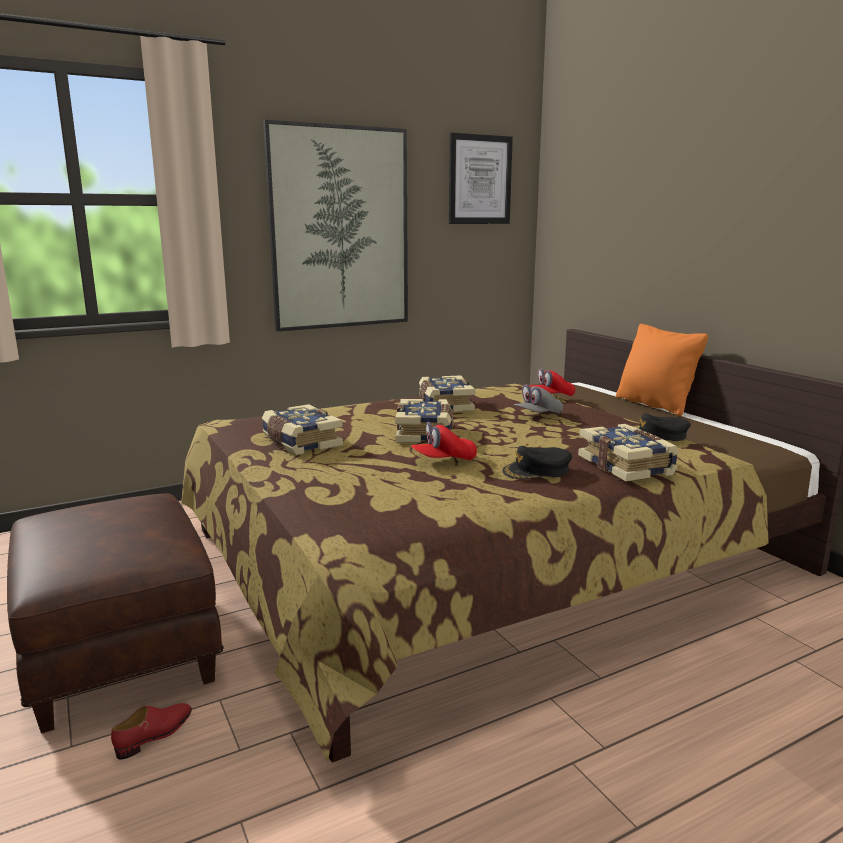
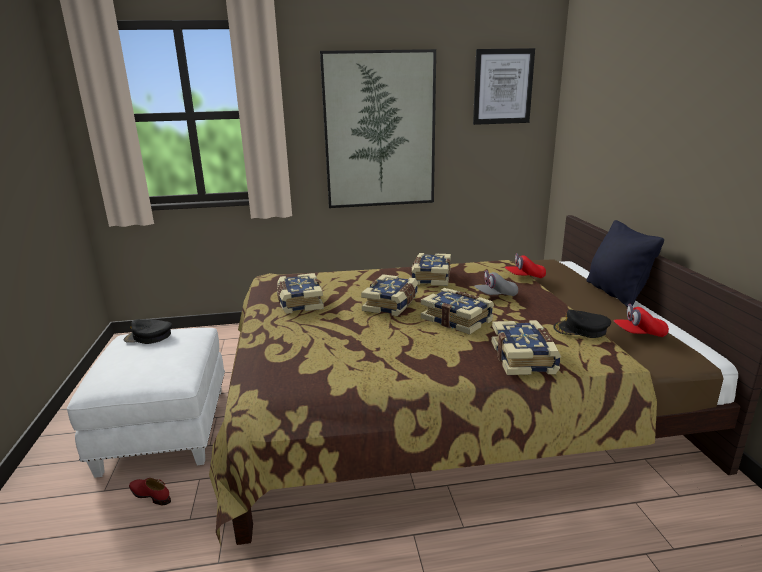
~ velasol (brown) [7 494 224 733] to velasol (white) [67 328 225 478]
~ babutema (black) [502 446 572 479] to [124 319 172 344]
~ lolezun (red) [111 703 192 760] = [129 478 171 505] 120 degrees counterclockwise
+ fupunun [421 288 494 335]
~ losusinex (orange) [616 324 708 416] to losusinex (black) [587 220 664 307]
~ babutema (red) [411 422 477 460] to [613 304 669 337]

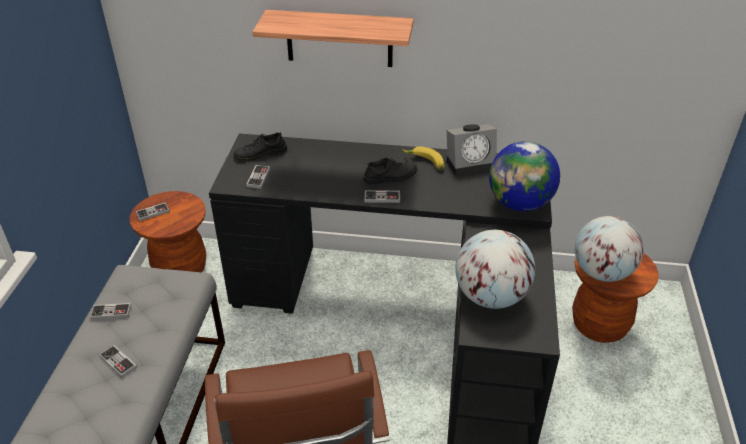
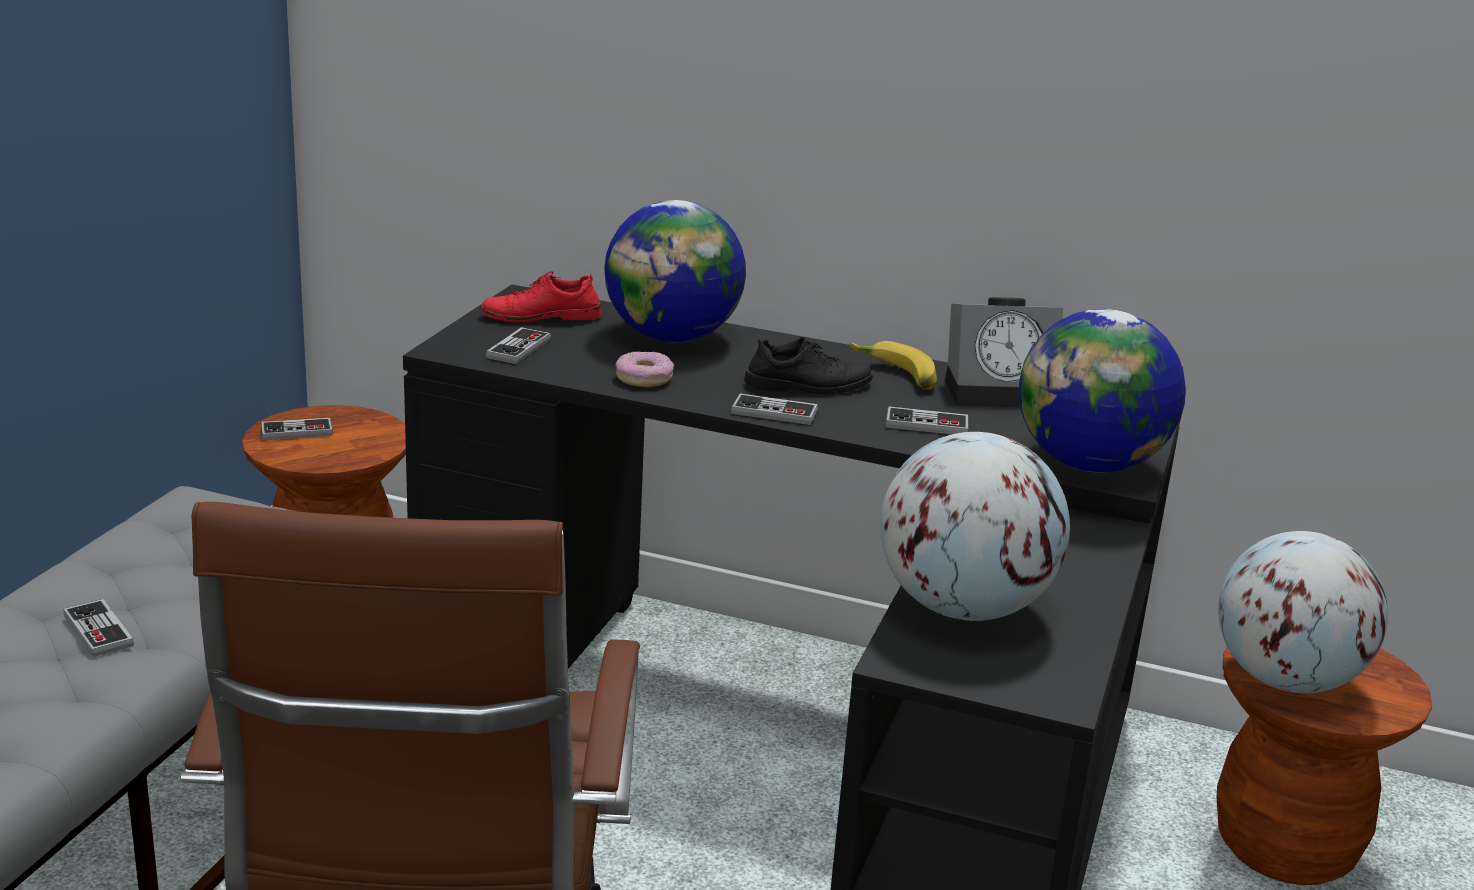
~ lolezun (black) [233 132 287 161] to lolezun (red) [480 271 602 323]
+ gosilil [604 200 746 342]
+ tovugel [615 351 674 387]
~ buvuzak [90 303 132 319] to [886 406 969 434]
- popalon [252 10 414 67]

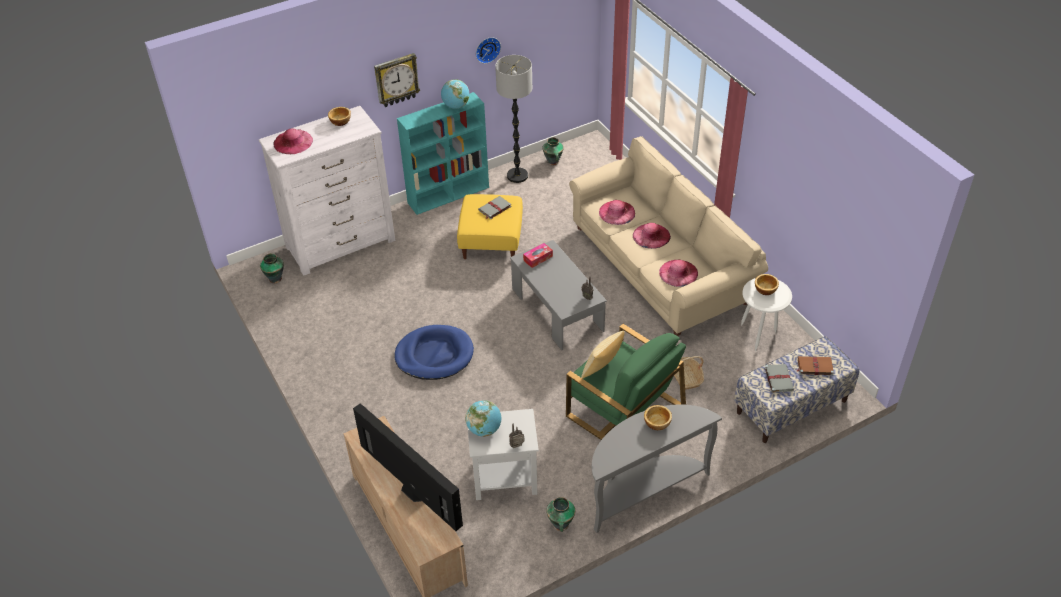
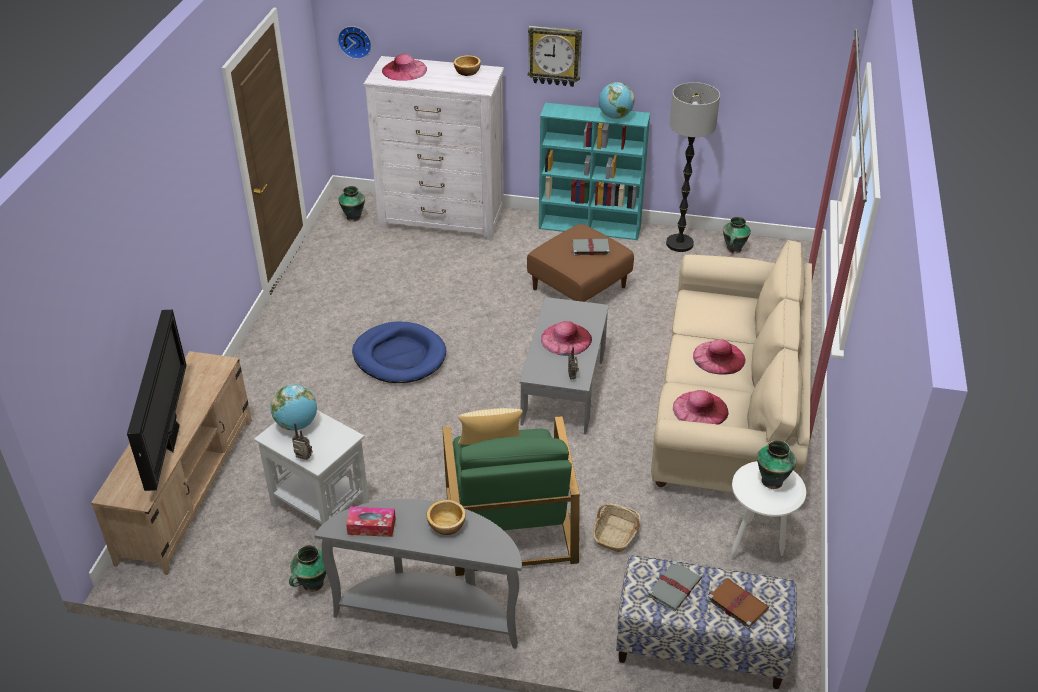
~ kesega [476 37 501 64] to [338 26 371 59]
~ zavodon [523 243 553 268] to [346 507 396 537]
~ velasol (yellow) [457 194 523 259] to velasol (brown) [527 224 634 302]
~ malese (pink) [599 200 635 225] to [541 321 592 356]
~ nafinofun [755 274 779 295] to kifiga [757 440 797 489]

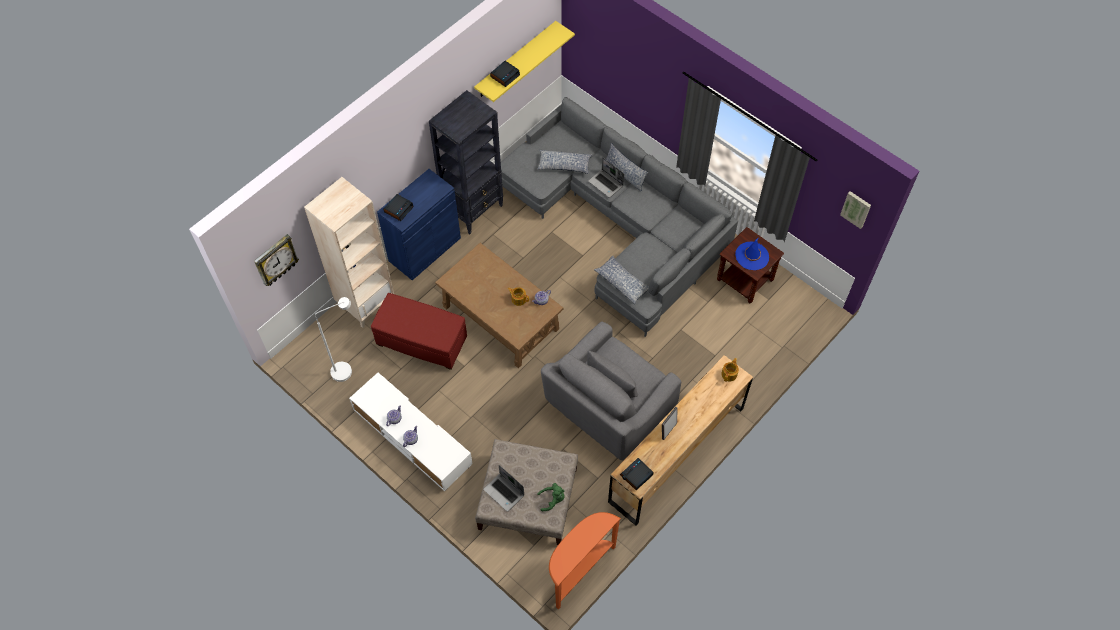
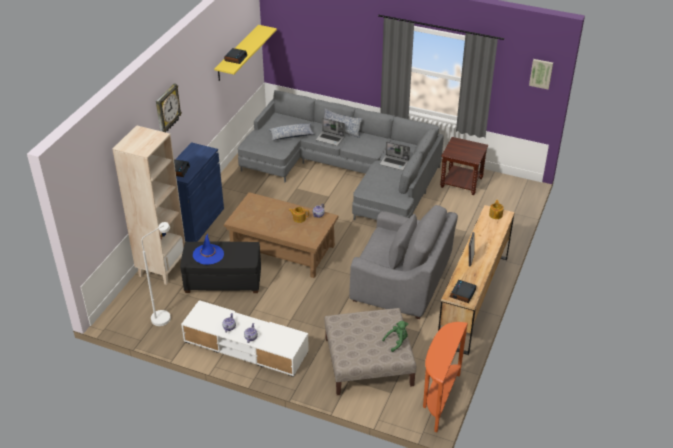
~ kesega [254 234 299 286] to [156 83 182 132]
~ velasol (red) [371 293 467 370] to velasol (black) [180 241 261 293]
~ malese (blue) [735 238 769 270] to [193 234 224 265]
~ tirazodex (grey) [541 322 681 461] = [349 205 458 319] 90 degrees counterclockwise
~ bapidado [483 465 524 512] to [380 141 410 170]
- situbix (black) [429 90 503 234]
- losusinex [594 255 649 304]

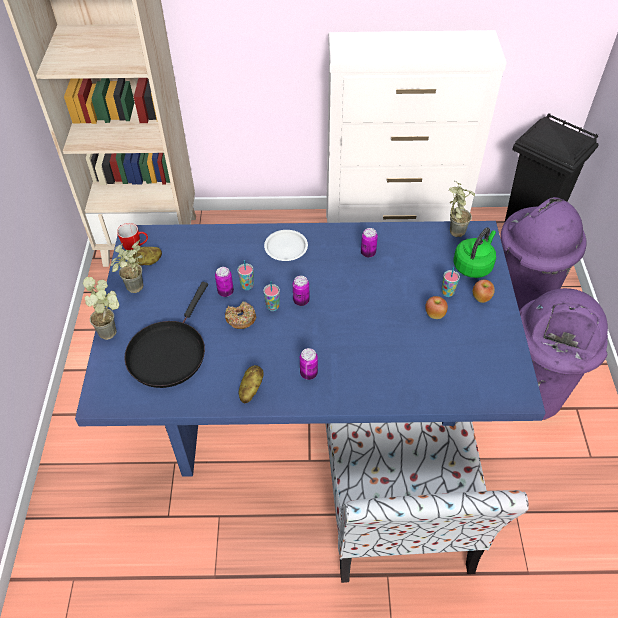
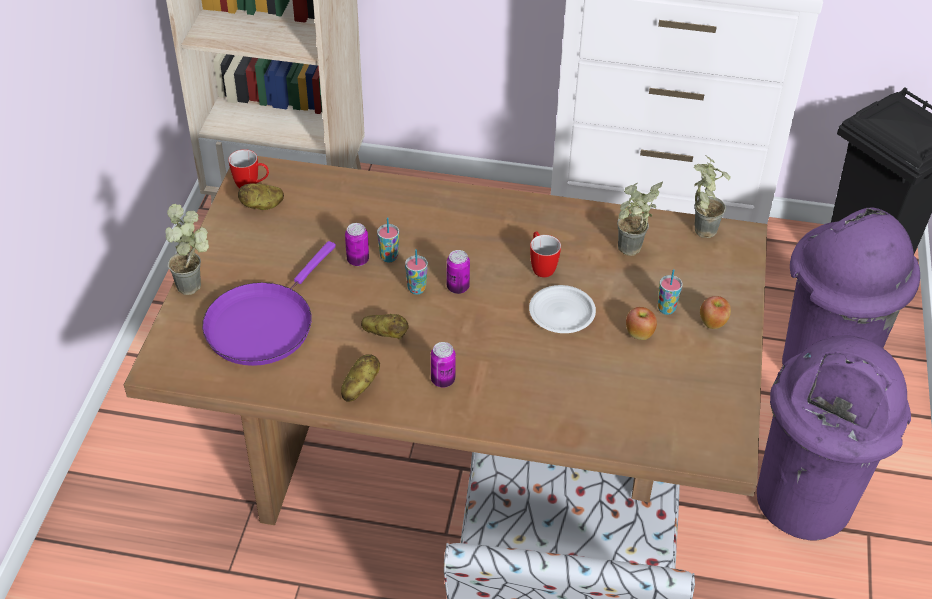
~ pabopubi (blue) [75 221 546 477] to pabopubi (brown) [124 156 767 525]
~ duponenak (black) [124 282 208 388] to duponenak (purple) [202 241 336 366]
+ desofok [361 314 409 339]
~ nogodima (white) [264 230 308 261] to [529 285 596 333]
+ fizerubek [530 231 561 278]
~ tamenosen [111 240 143 293] to [617 181 663 256]
- tovugel [225 302 256 329]
- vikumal [361 228 378 257]
- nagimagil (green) [454 227 496 278]

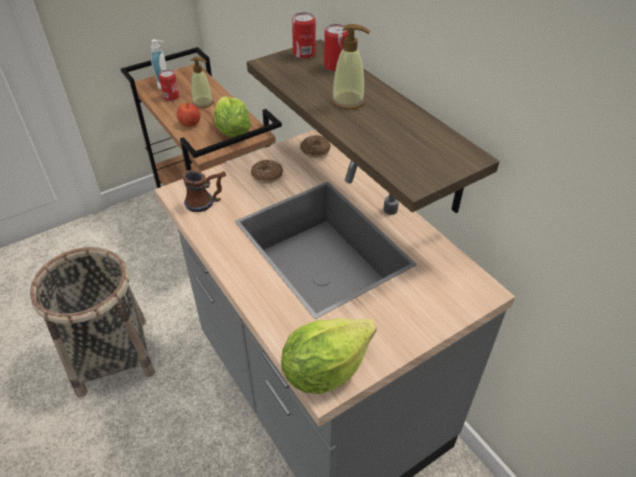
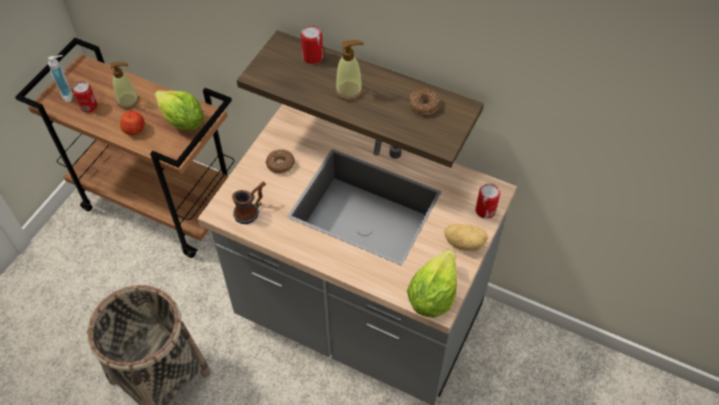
~ tovugel [300 135 331 158] to [408 88 440 115]
+ desofok [444 224 488 251]
~ vikumal [292 12 316 59] to [476 183 500 219]

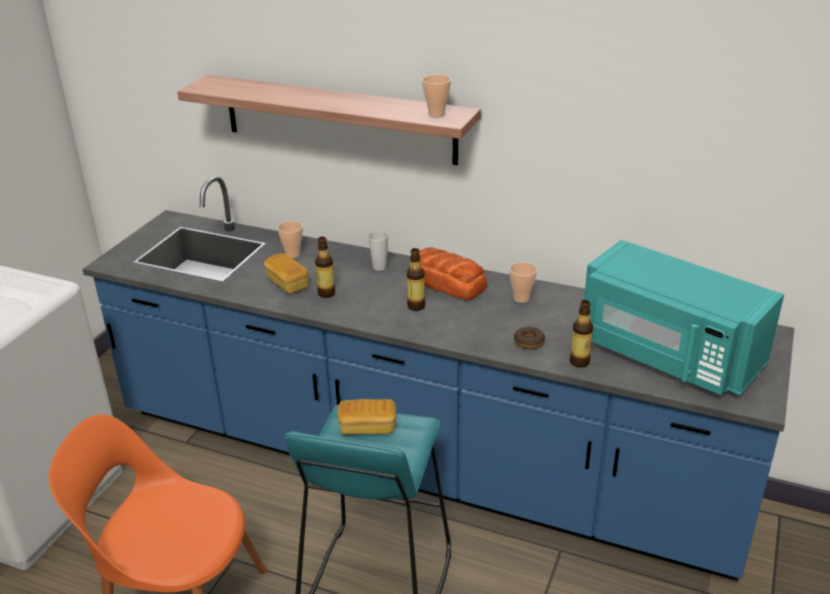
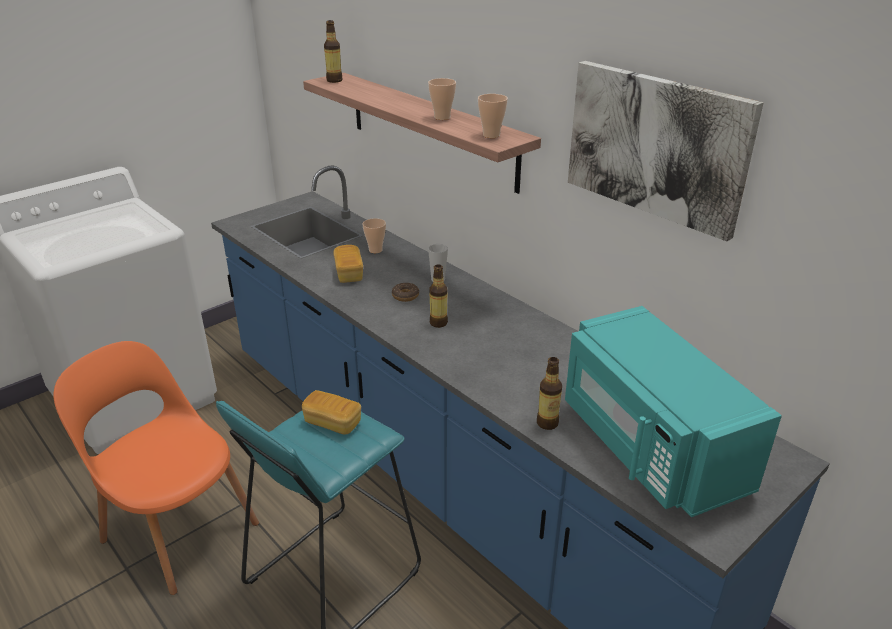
~ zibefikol [315 237 335 298] to [324 20 343 83]
~ tovugel [514 327 545 349] to [392 283 419 302]
~ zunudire [509 262 537 303] to [428 78 456 120]
+ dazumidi [568 61 764 241]
- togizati [419 247 487 300]

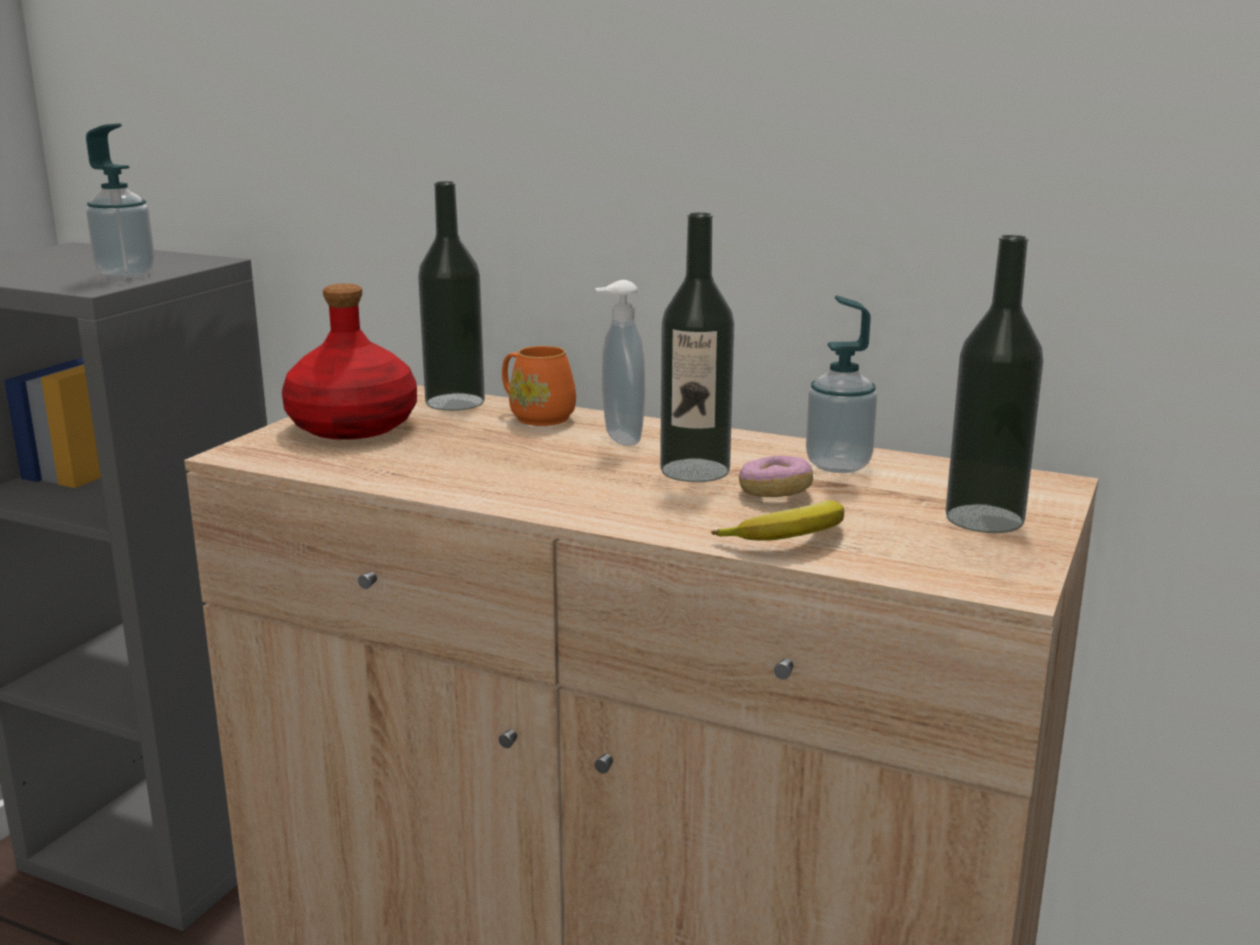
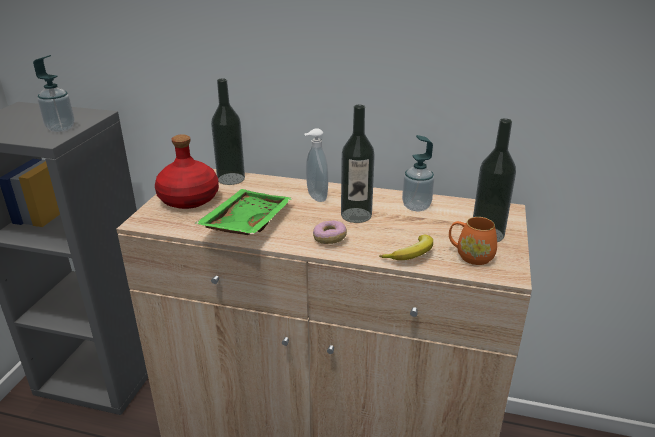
+ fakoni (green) [194 189 293 235]
~ tovugel [739 456 813 497] to [313 220 347 244]
~ fizerubek (orange) [502 346 576 426] to [449 217 497 265]

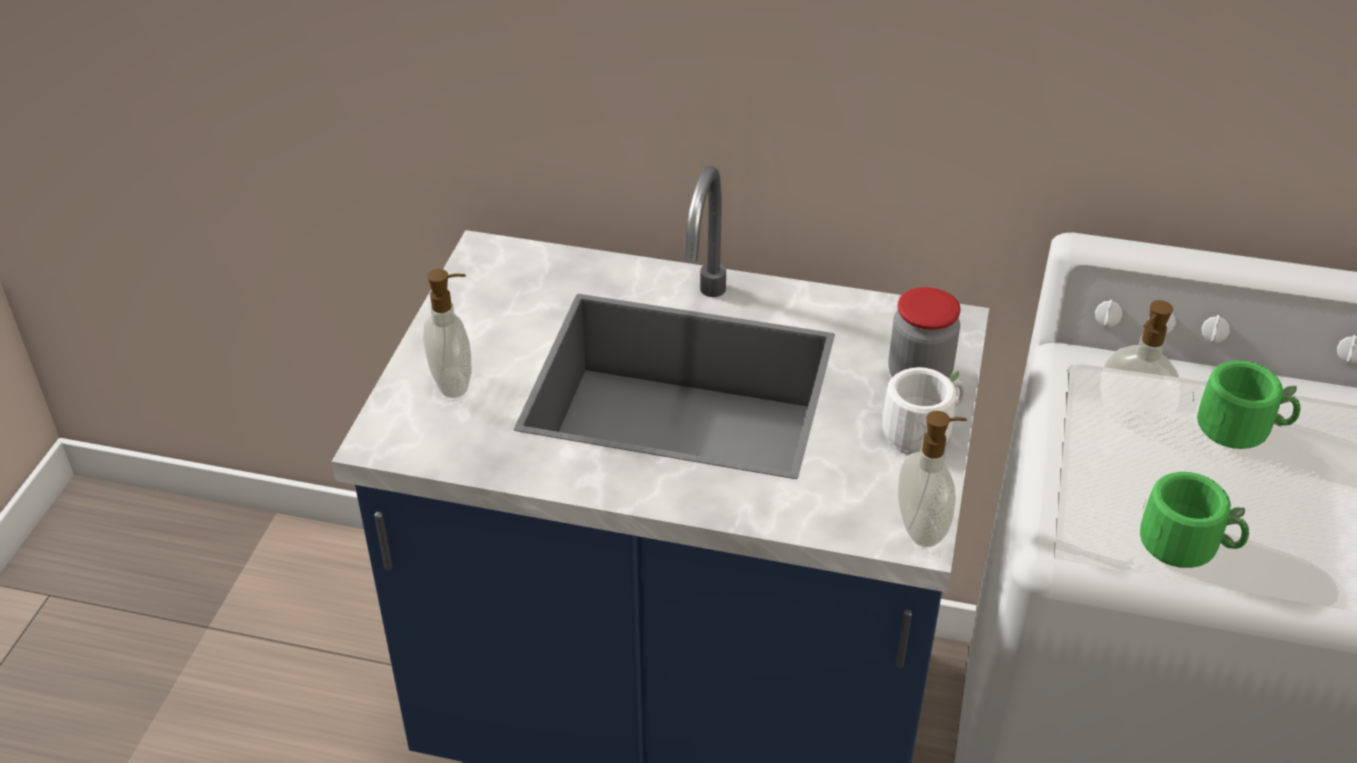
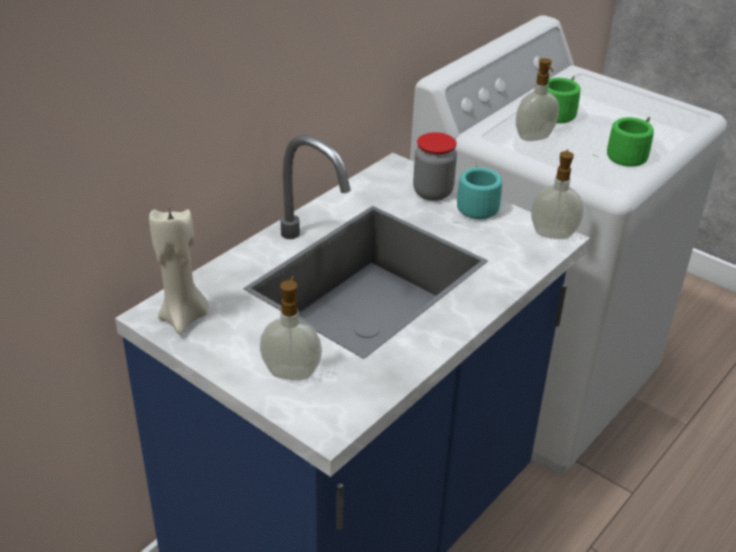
+ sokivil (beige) [149 207 208 335]
~ fizerubek (white) [861 367 965 452] to fizerubek (turquoise) [453 162 502 223]

